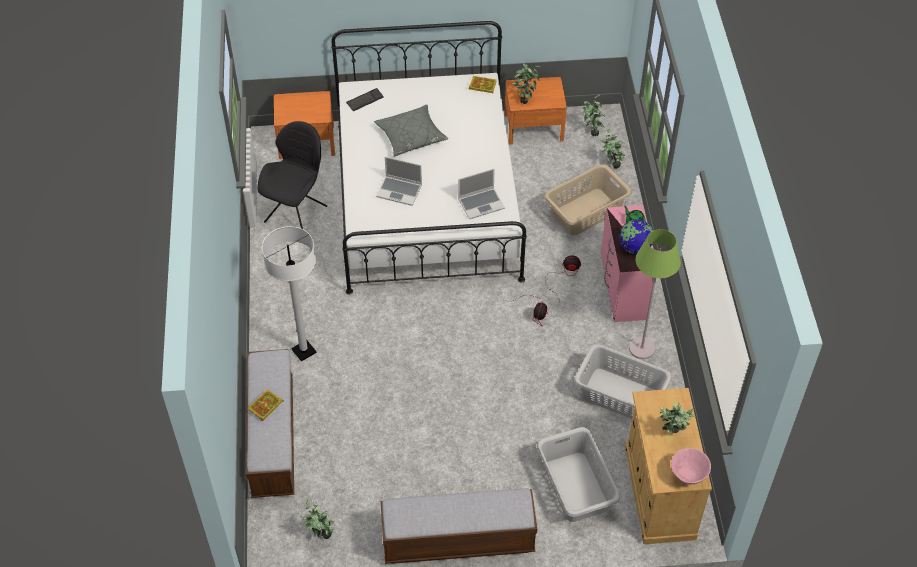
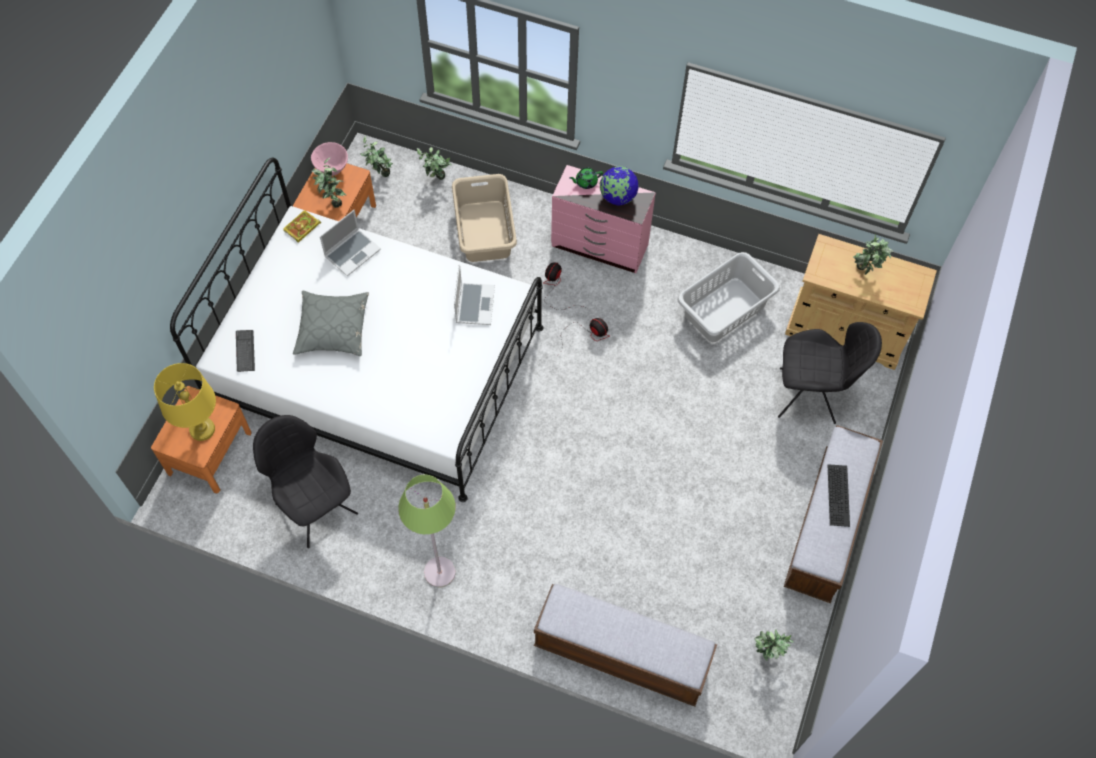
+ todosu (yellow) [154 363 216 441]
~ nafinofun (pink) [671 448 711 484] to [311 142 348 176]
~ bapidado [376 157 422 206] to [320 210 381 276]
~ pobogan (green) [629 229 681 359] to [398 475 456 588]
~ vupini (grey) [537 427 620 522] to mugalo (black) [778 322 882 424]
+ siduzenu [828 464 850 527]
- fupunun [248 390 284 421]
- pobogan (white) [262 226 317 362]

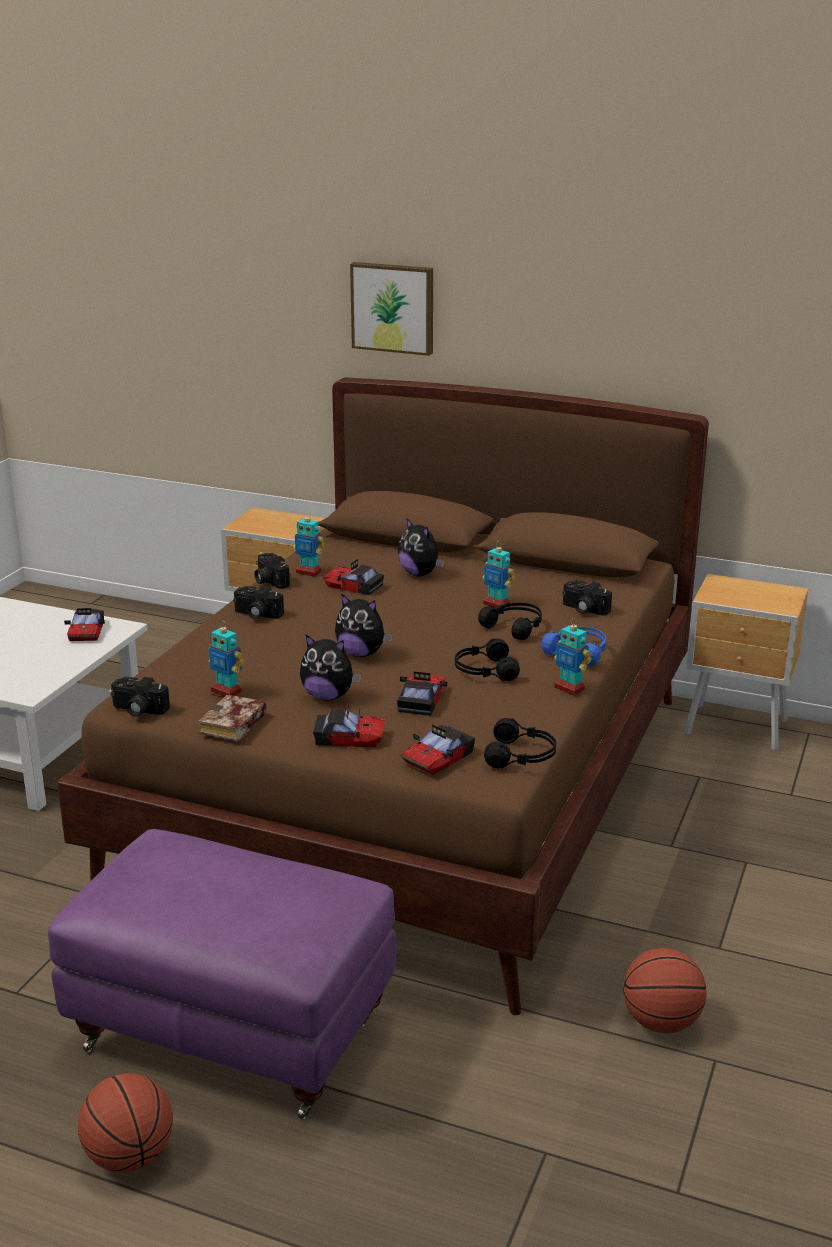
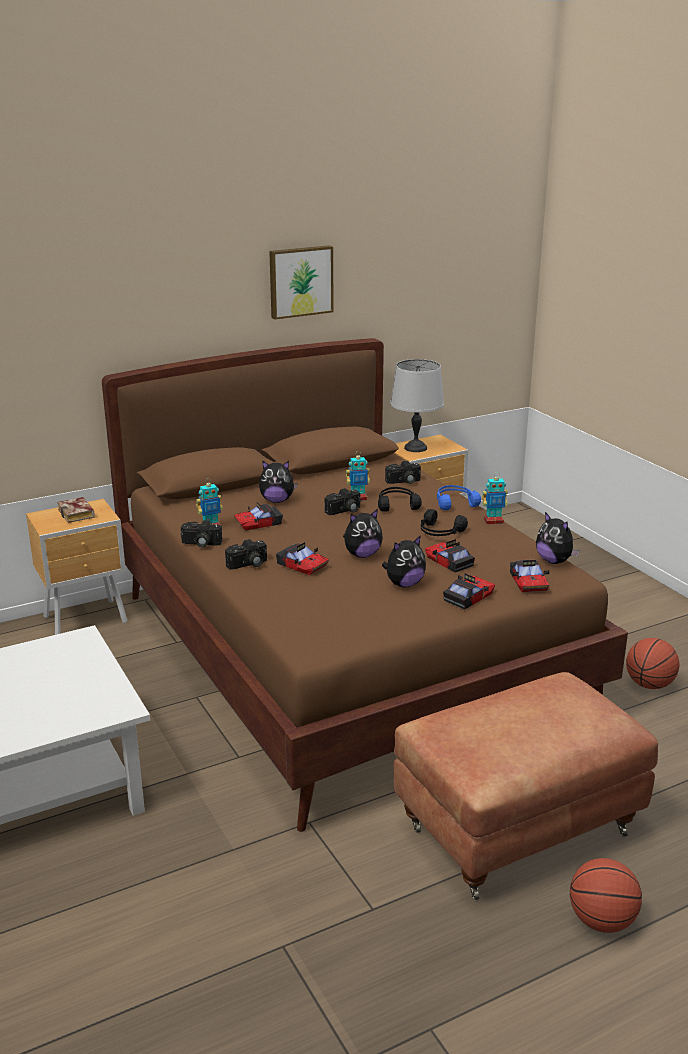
~ fupunun [198 694 267 741] to [57 497 95 523]
~ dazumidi [350 262 433 356] to [269 245 333 319]
~ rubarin [64 608 105 641] to [276 542 329 575]
~ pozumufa [111 677 170 717] to [325 488 361 515]
+ todosu (grey) [390 359 444 452]
~ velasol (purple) [48 829 396 1120] to velasol (brown) [394 672 658 900]
~ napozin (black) [484 718 556 768] to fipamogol [536 512 580 564]
- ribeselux [209 621 244 697]

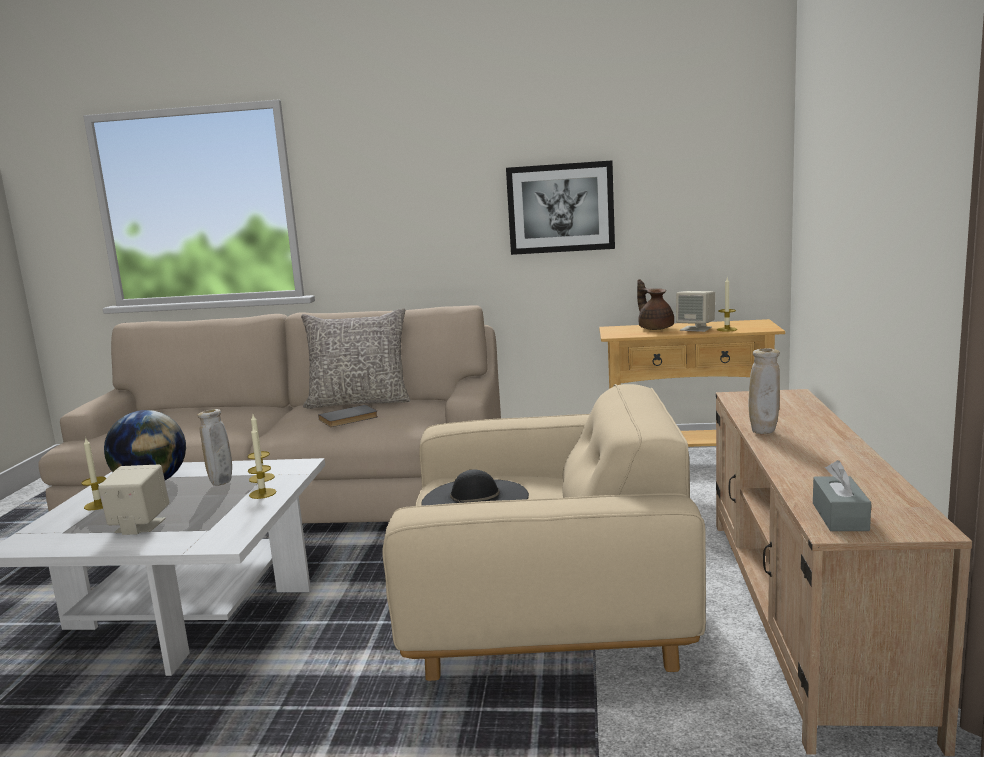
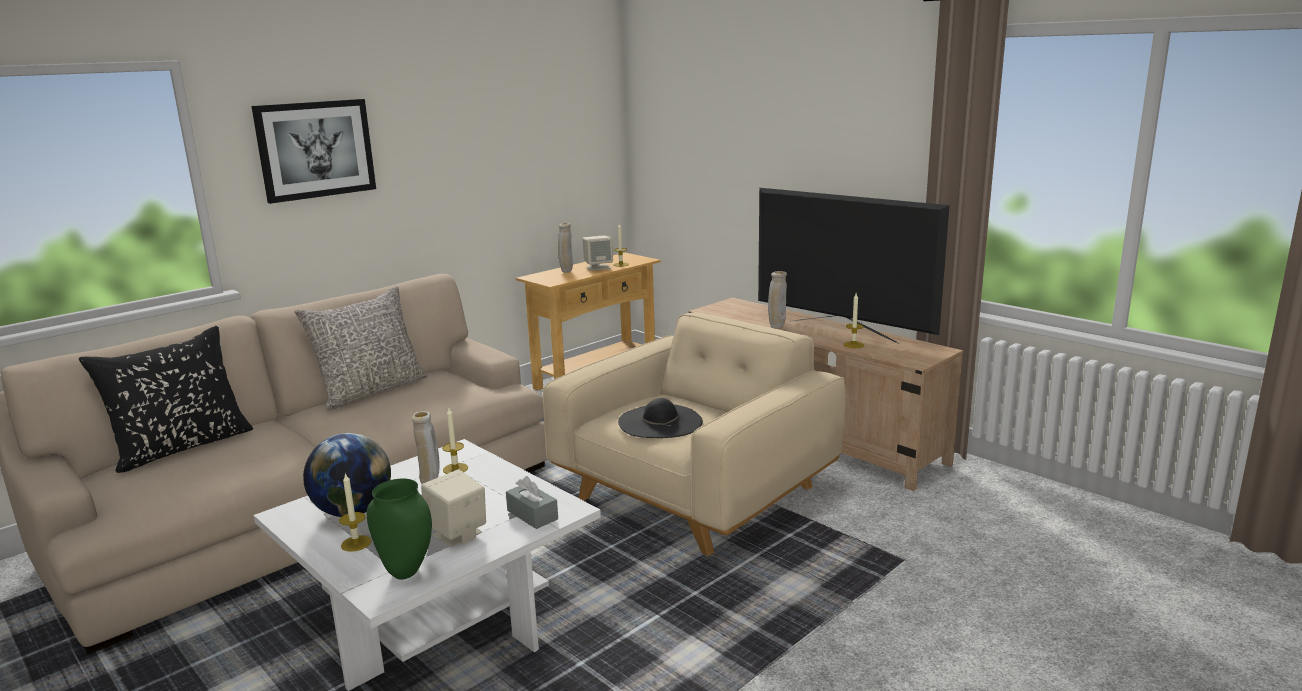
+ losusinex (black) [79 326 253 473]
~ dazumidi [506 160 615 255] to [251 99 376 204]
+ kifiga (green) [367 478 432 580]
~ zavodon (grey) [813 460 871 531] to [506 476 558 529]
~ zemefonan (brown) [637 279 674 330] to kifiga (beige) [558 223 573 273]
+ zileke [758 188 949 343]
~ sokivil [248 426 276 499] to [844 293 864 348]
- fupunun (grey) [318 405 378 427]

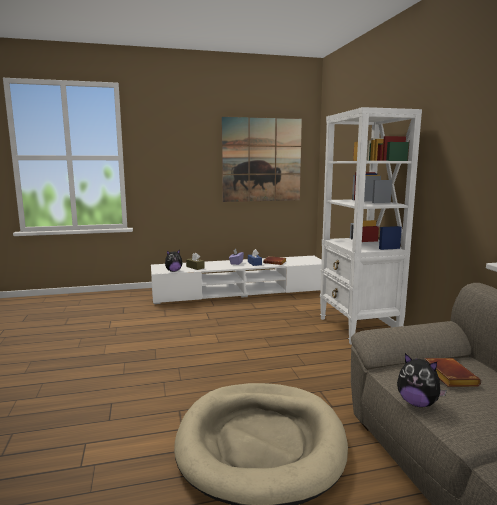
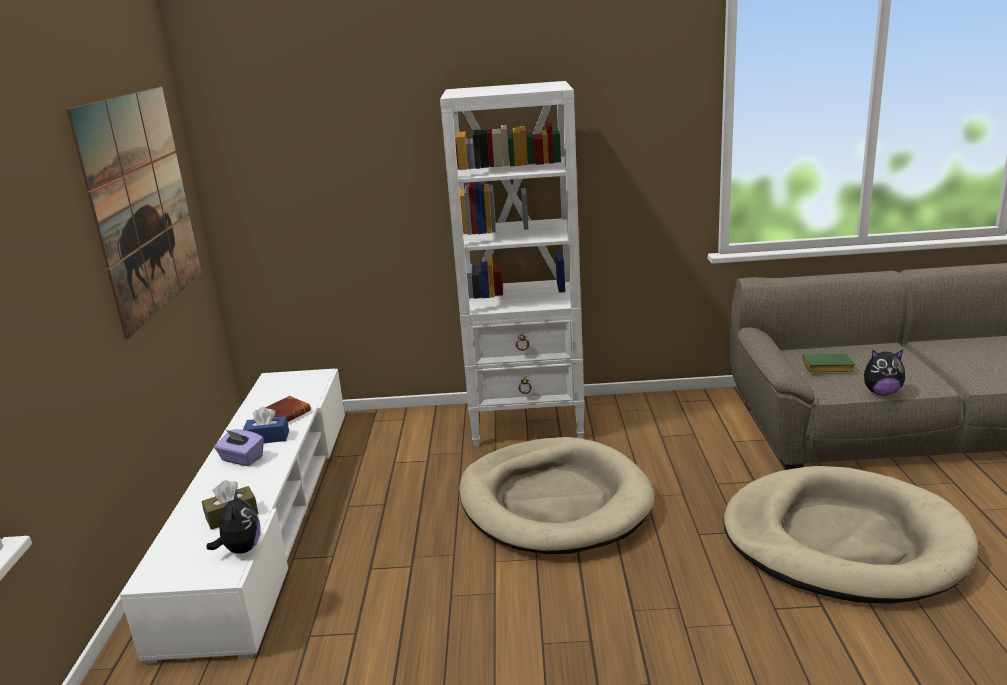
+ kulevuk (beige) [459 437 654 554]
~ fupunun (brown) [425 358 481 387] to fupunun (green) [802 354 855 372]
~ fipamogol [397 353 447 407] = [864 350 905 395] 45 degrees clockwise

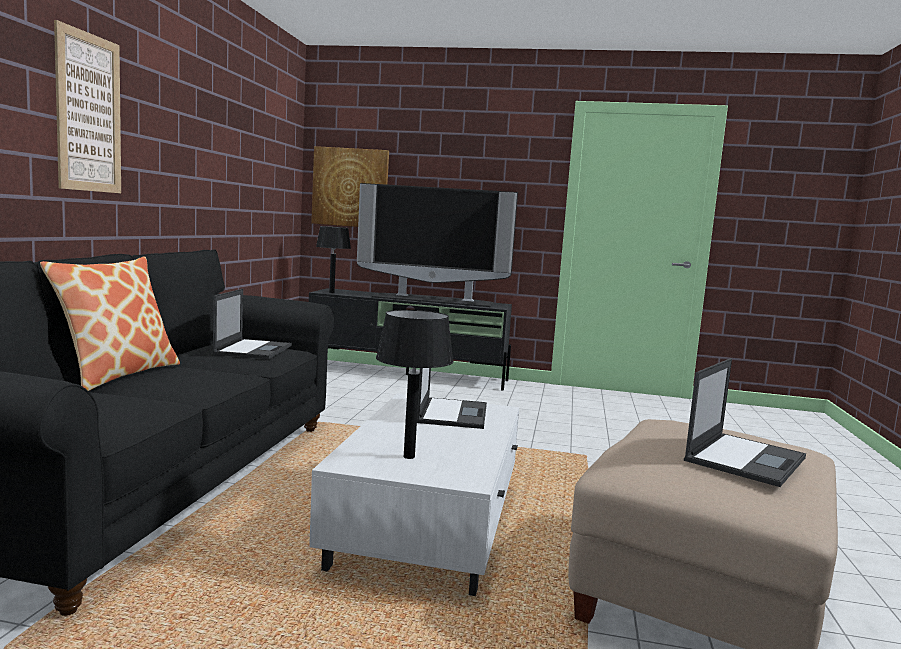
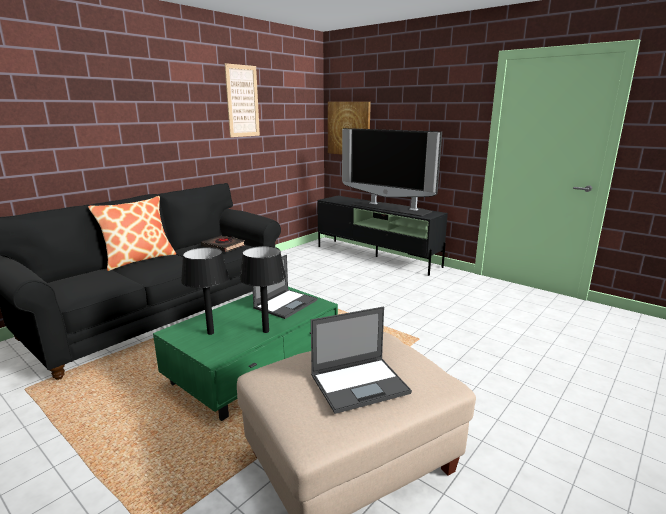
~ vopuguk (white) [309 393 519 596] to vopuguk (green) [153 287 338 421]
~ bapidado [212 289 292 359] to fupunun (black) [201 236 245 252]
~ dazumidi [54 20 121 193] to [225 63 260 137]
~ todosu (black) [316 226 351 293] to [240 246 286 333]

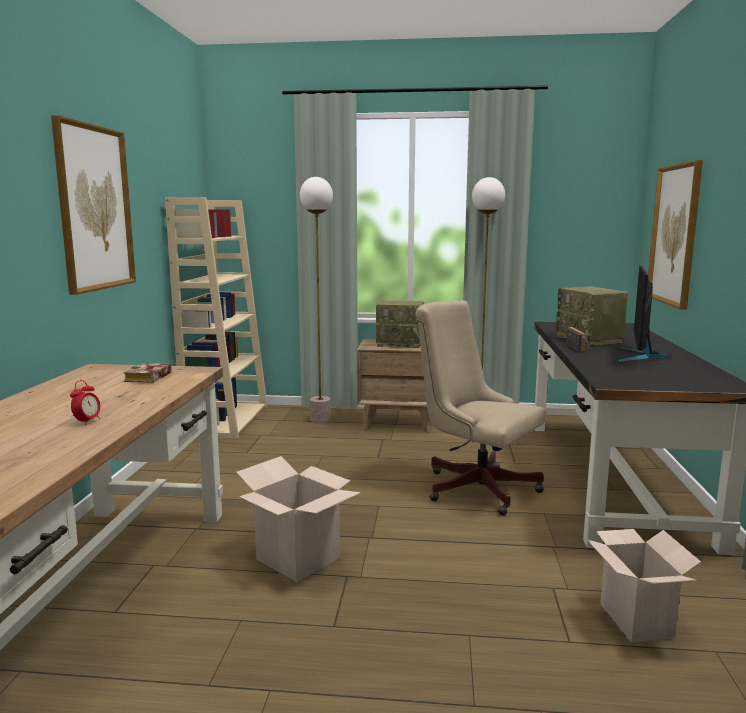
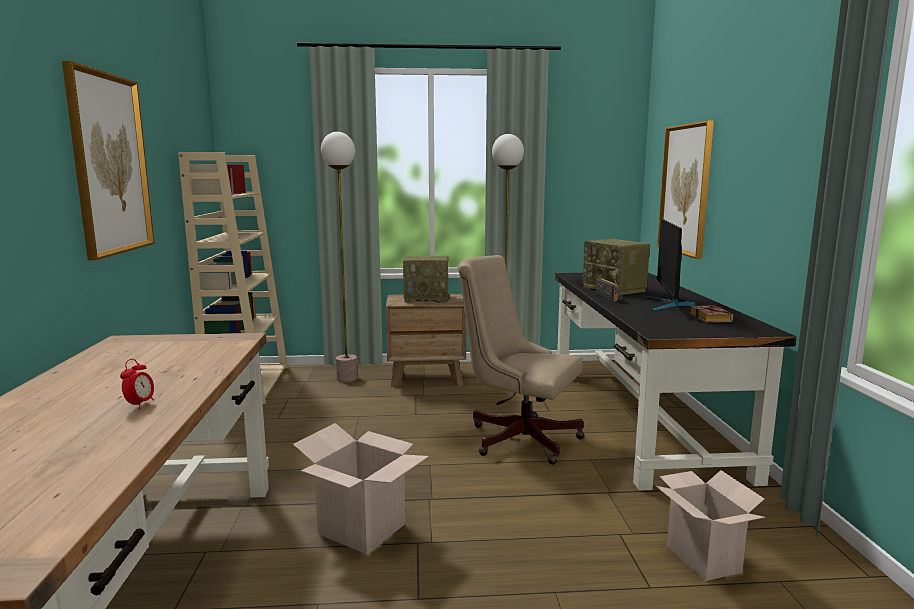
~ fupunun [124 363 172 383] to [690 306 733 323]

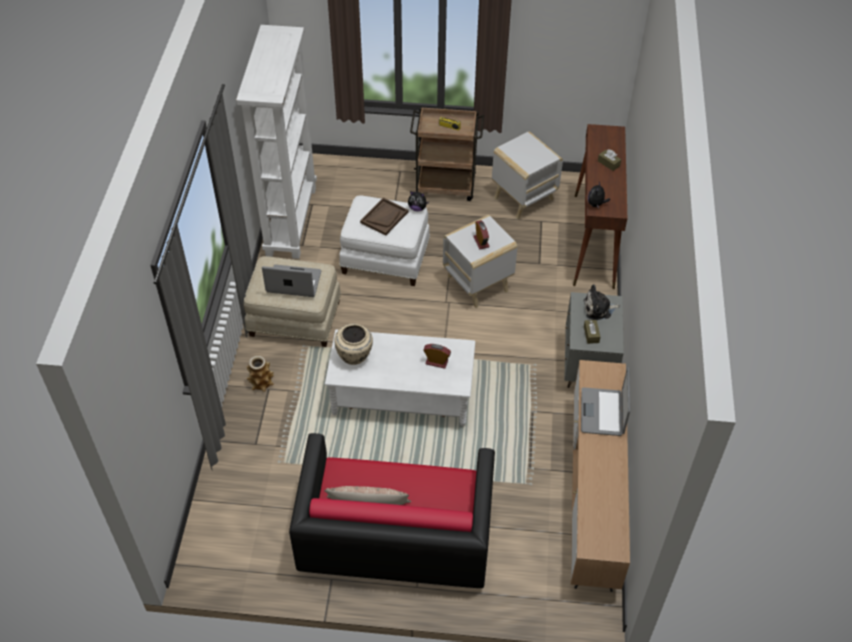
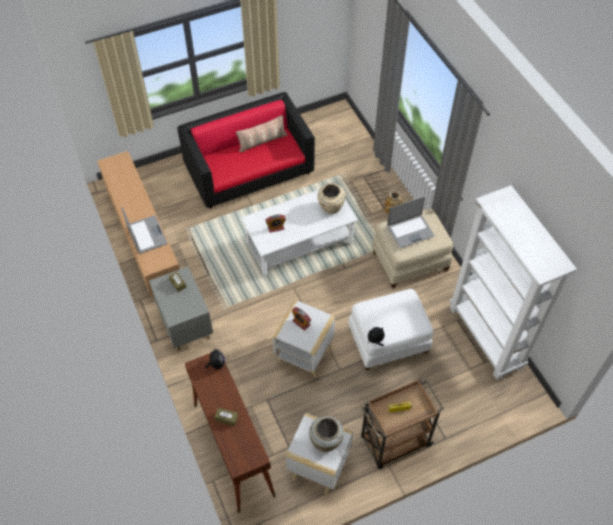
+ kifiga (beige) [309 416 344 452]
- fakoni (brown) [360 198 408 236]
- fipamogol [583 284 620 320]

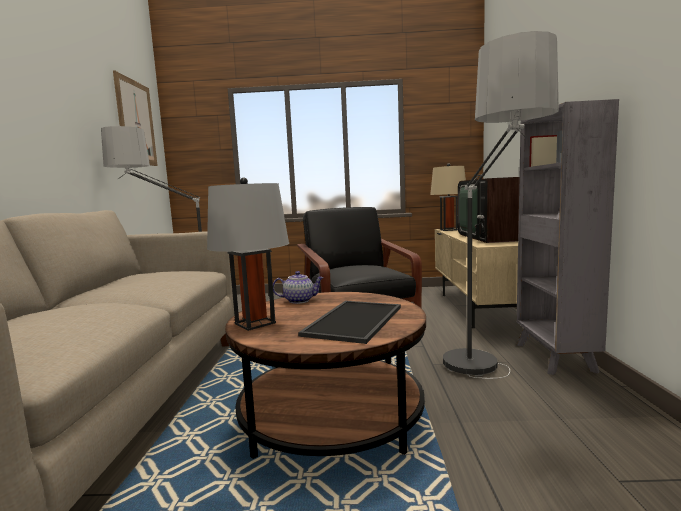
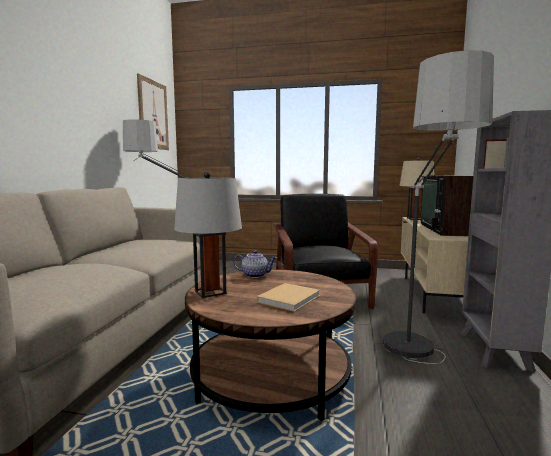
~ fakoni [298 301 401 344] to fupunun (beige) [257 283 320 312]

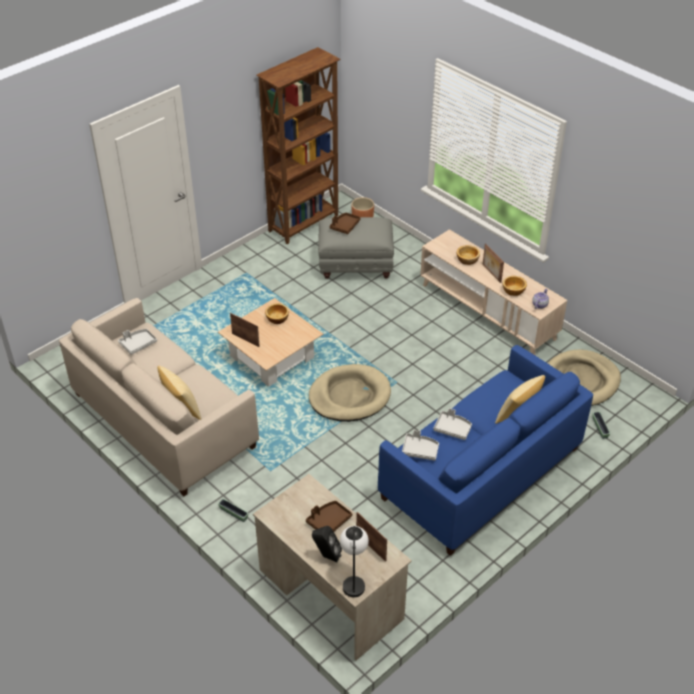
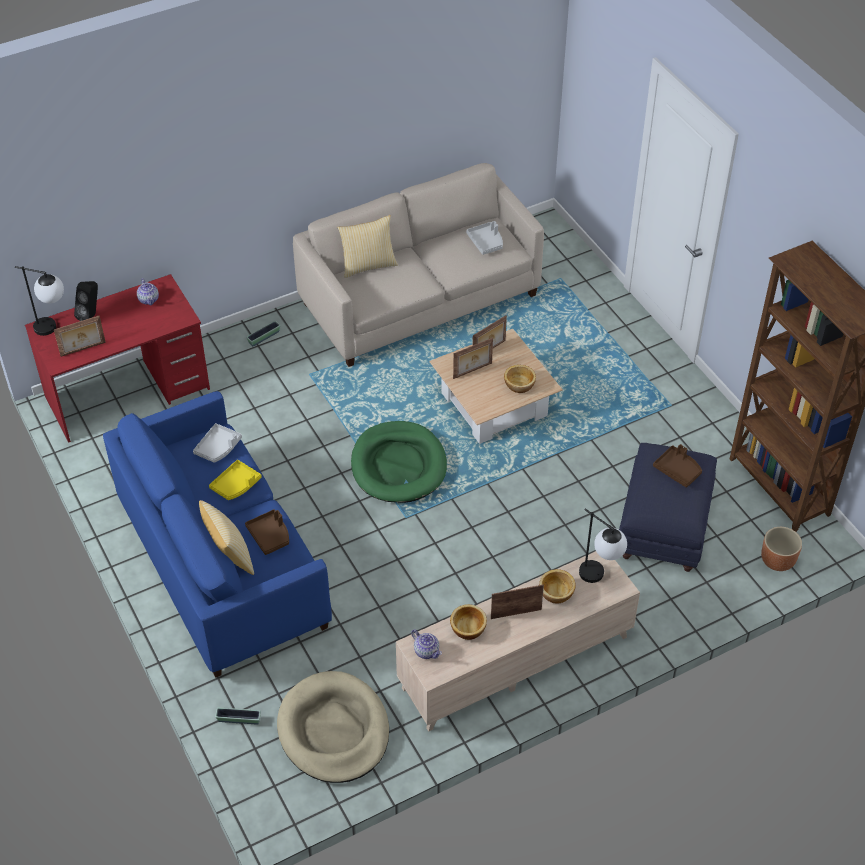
~ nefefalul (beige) [253 474 412 661] to nefefalul (red) [25 274 210 443]
+ zemefonan [137 278 159 305]
~ fakoni (grey) [433 408 472 440] to fakoni (yellow) [209 460 261 500]
~ fakoni (brown) [306 501 352 532] to [245 509 289 555]
~ kulevuk (beige) [309 364 391 422] to kulevuk (green) [351 421 447 503]
+ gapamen [453 338 493 379]
+ todosu [579 508 627 583]
~ velasol (grey) [318 217 394 279] to velasol (blue) [619 443 717 572]

